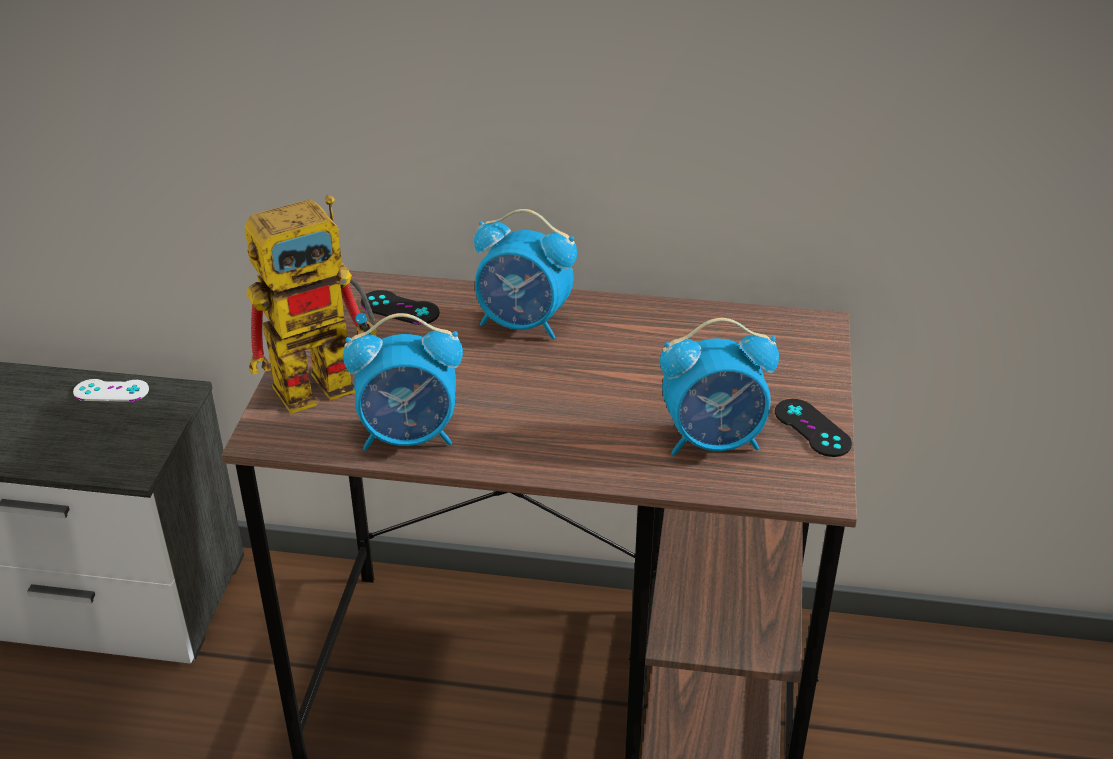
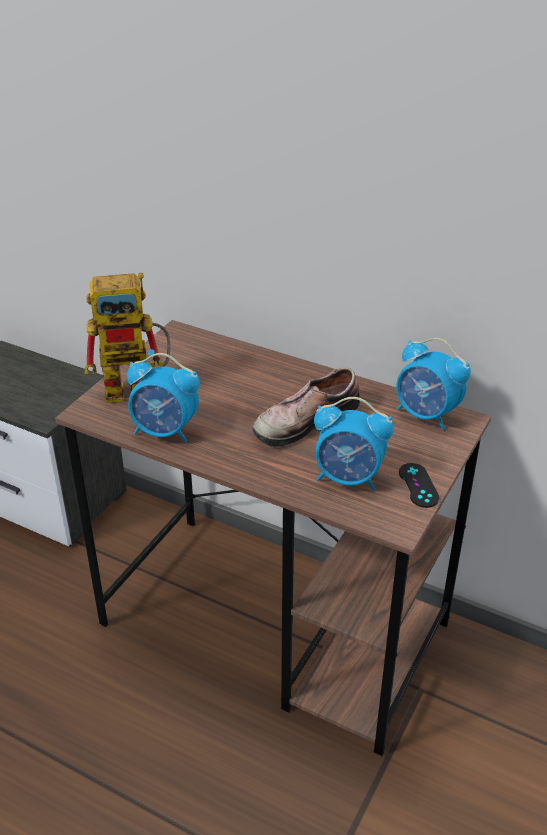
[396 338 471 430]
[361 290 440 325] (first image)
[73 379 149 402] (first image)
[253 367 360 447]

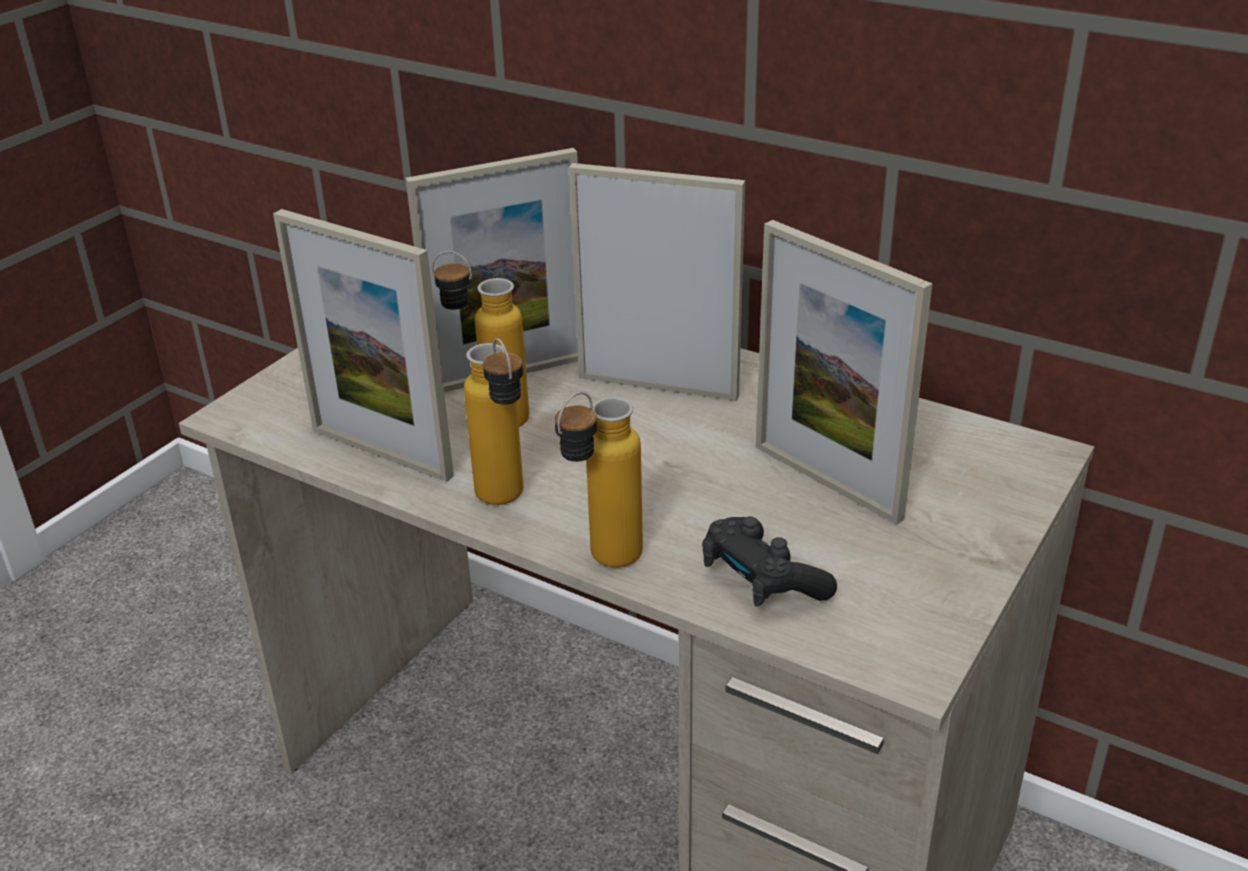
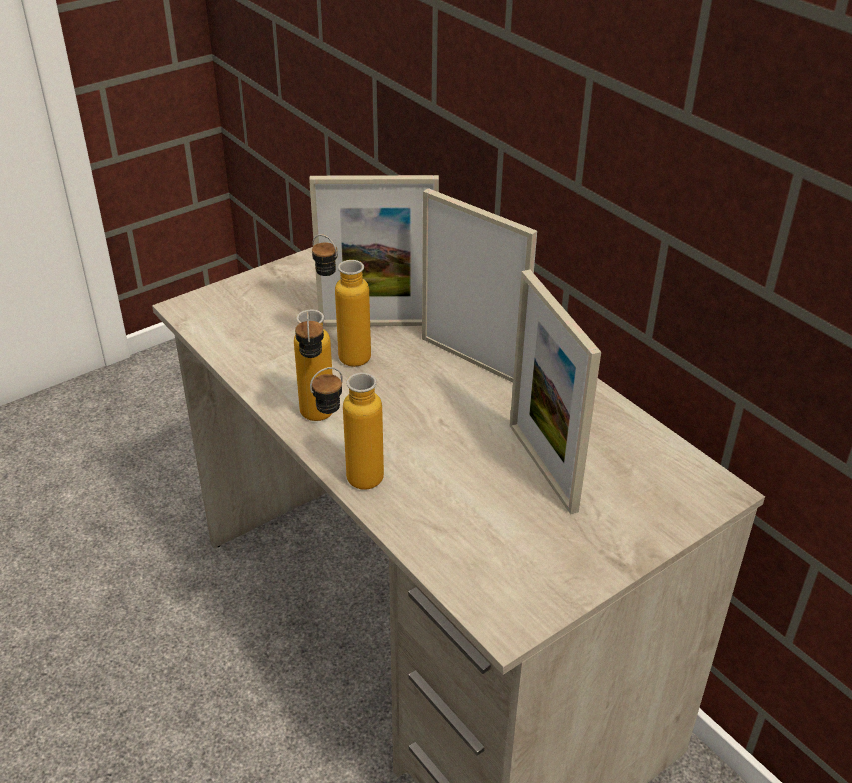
[273 209 454 482] (first image)
[702 516 837 607] (first image)

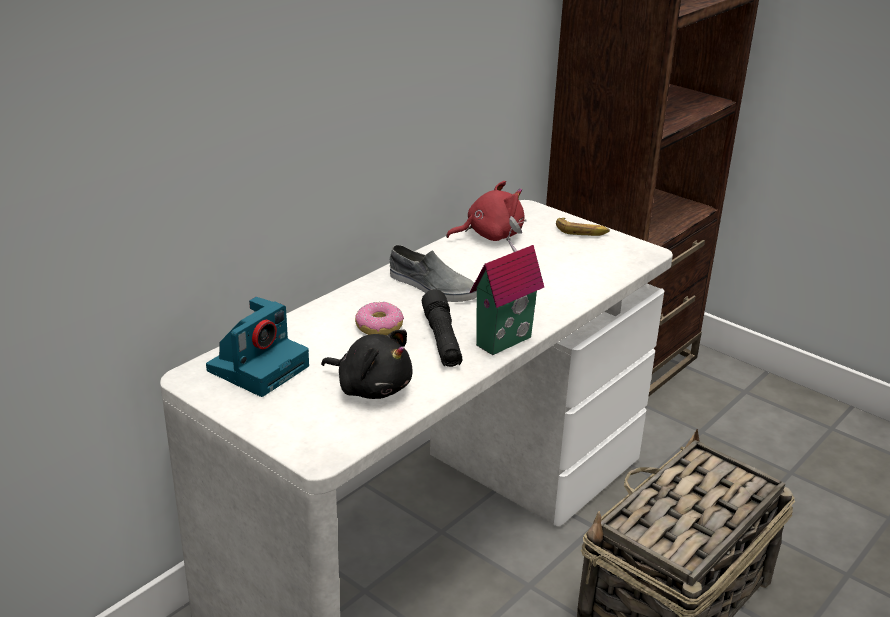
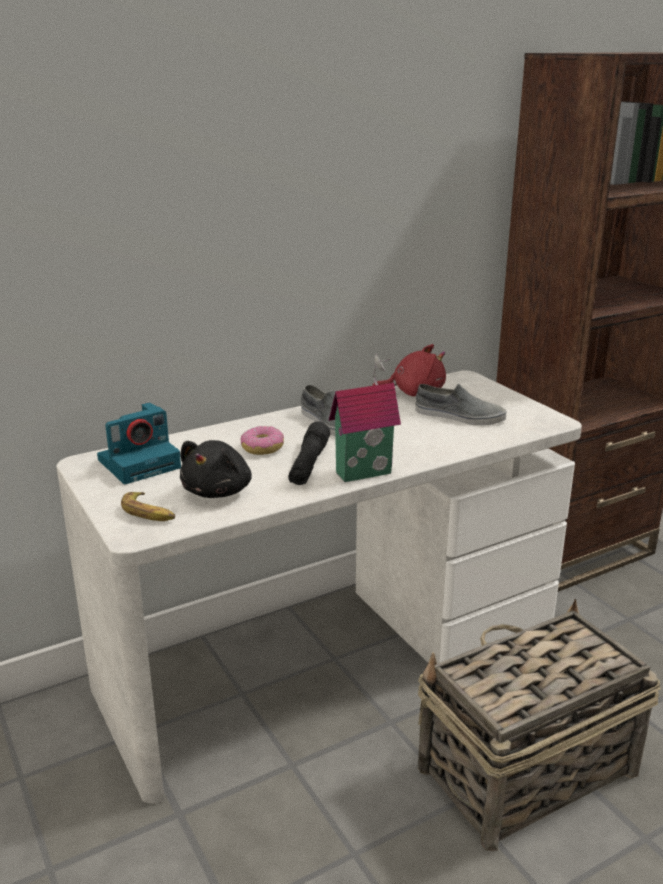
[121 492 175 521]
[180 440 252 498]
[415 384 506 425]

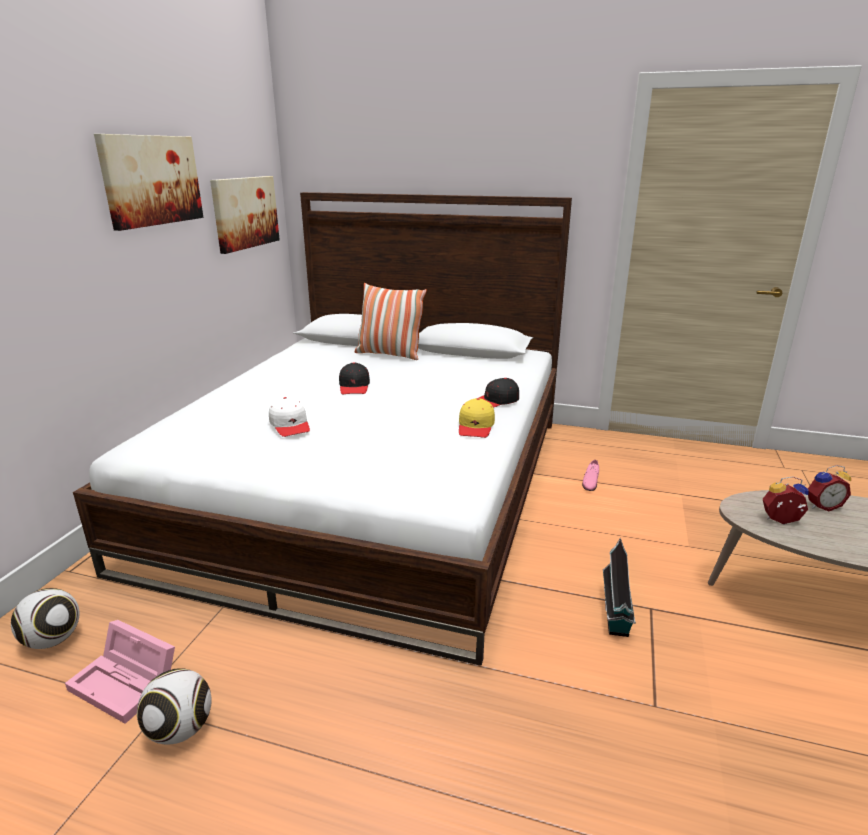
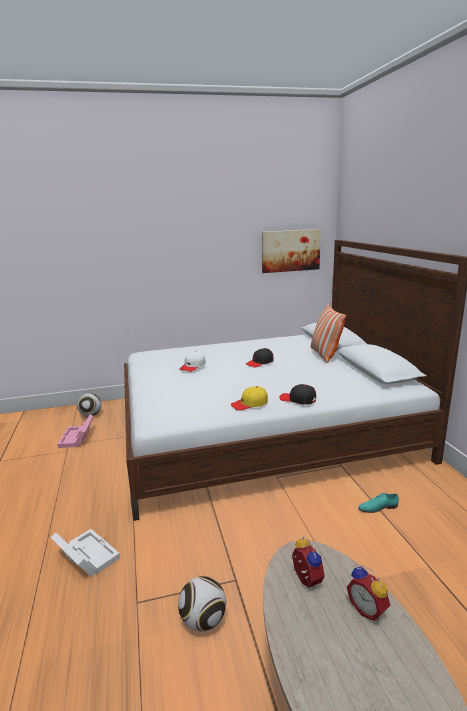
[94 134 203 231] (first image)
[358 493 399 513]
[603 538 636 637] (first image)
[178 576 226 631]
[51 529 120 577]

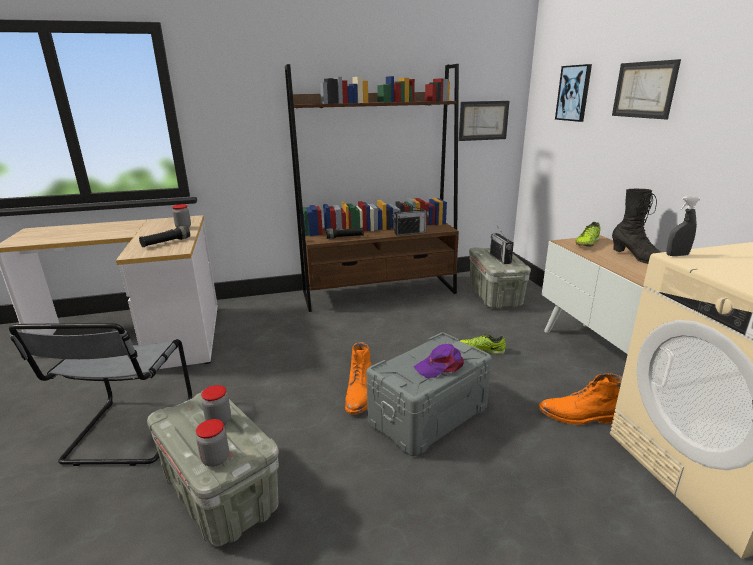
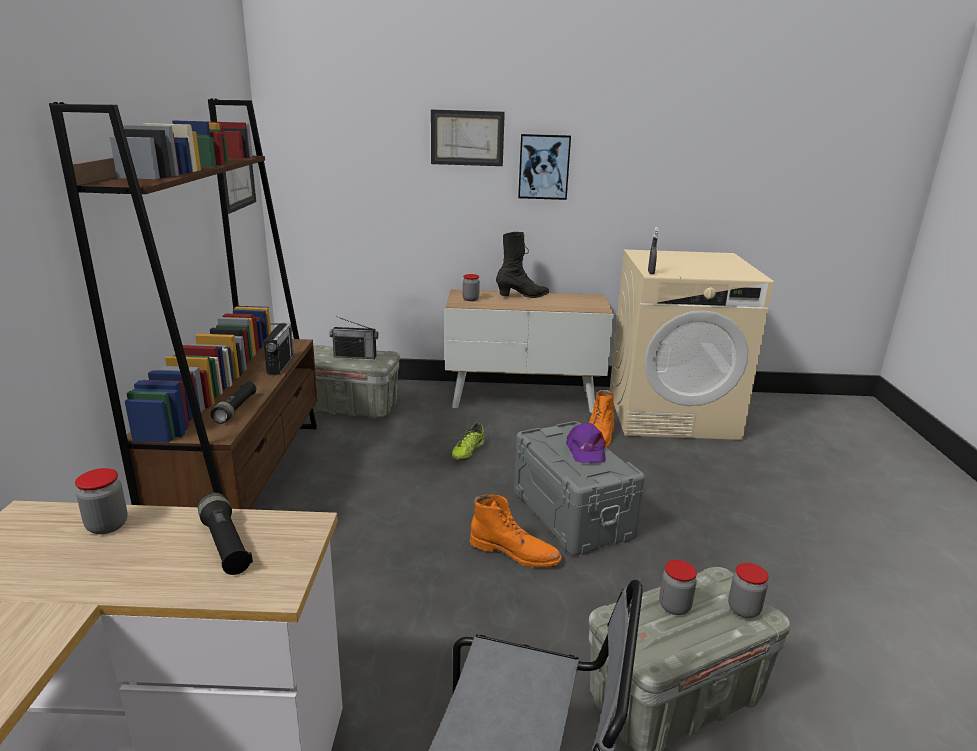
[518 134 571 200]
[462 274 480 301]

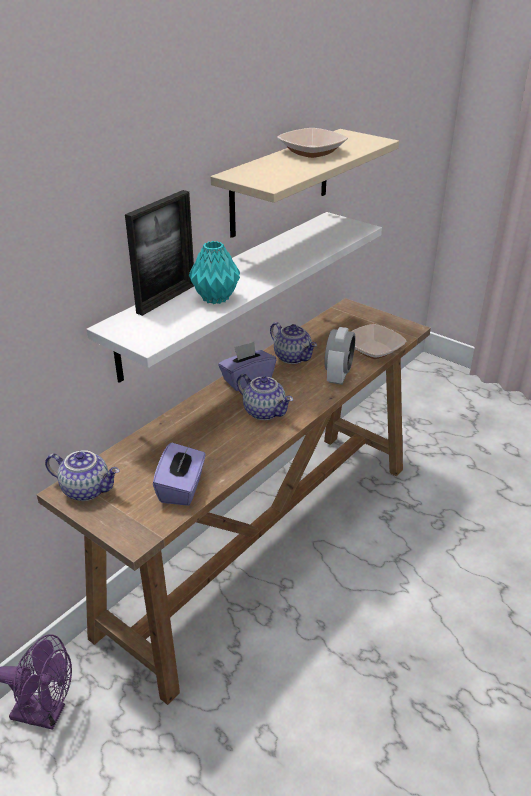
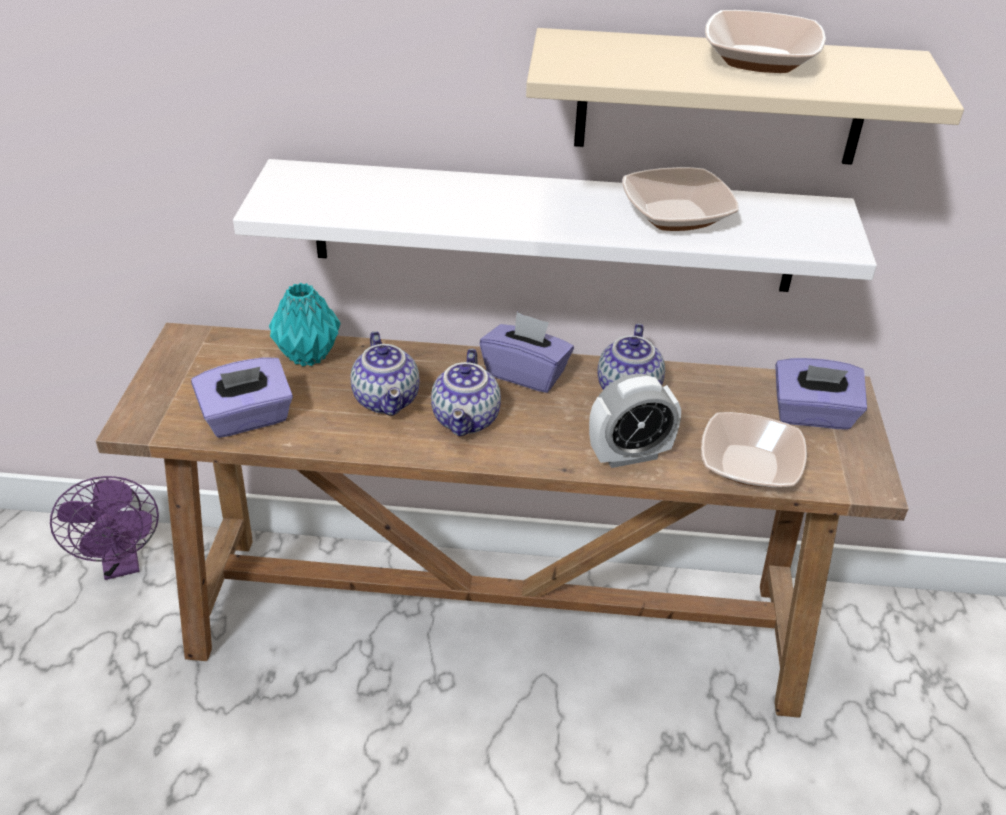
[125 190 194 316] (first image)
[269 283 341 366]
[350 331 420 416]
[622 167 739 231]
[775 358 867 429]

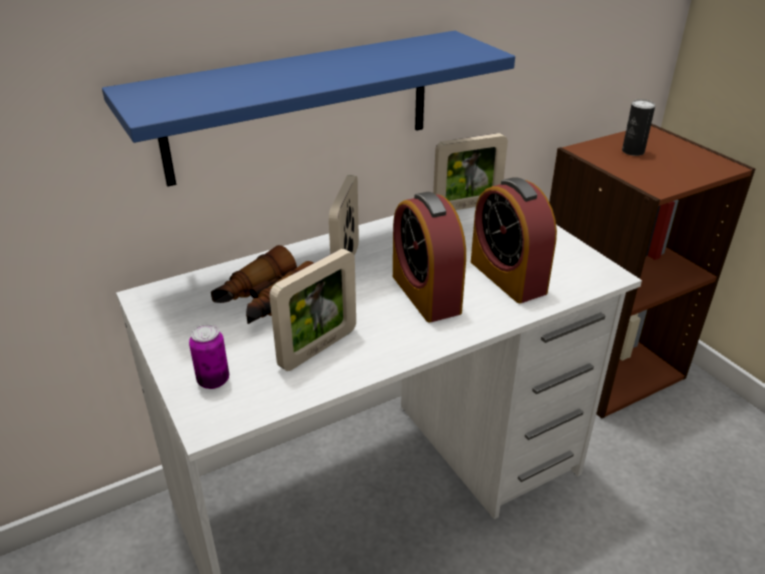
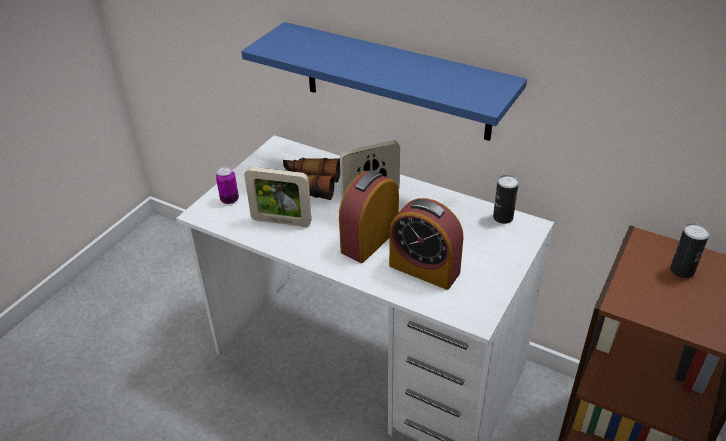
[493 175 519 224]
[389 198 463 290]

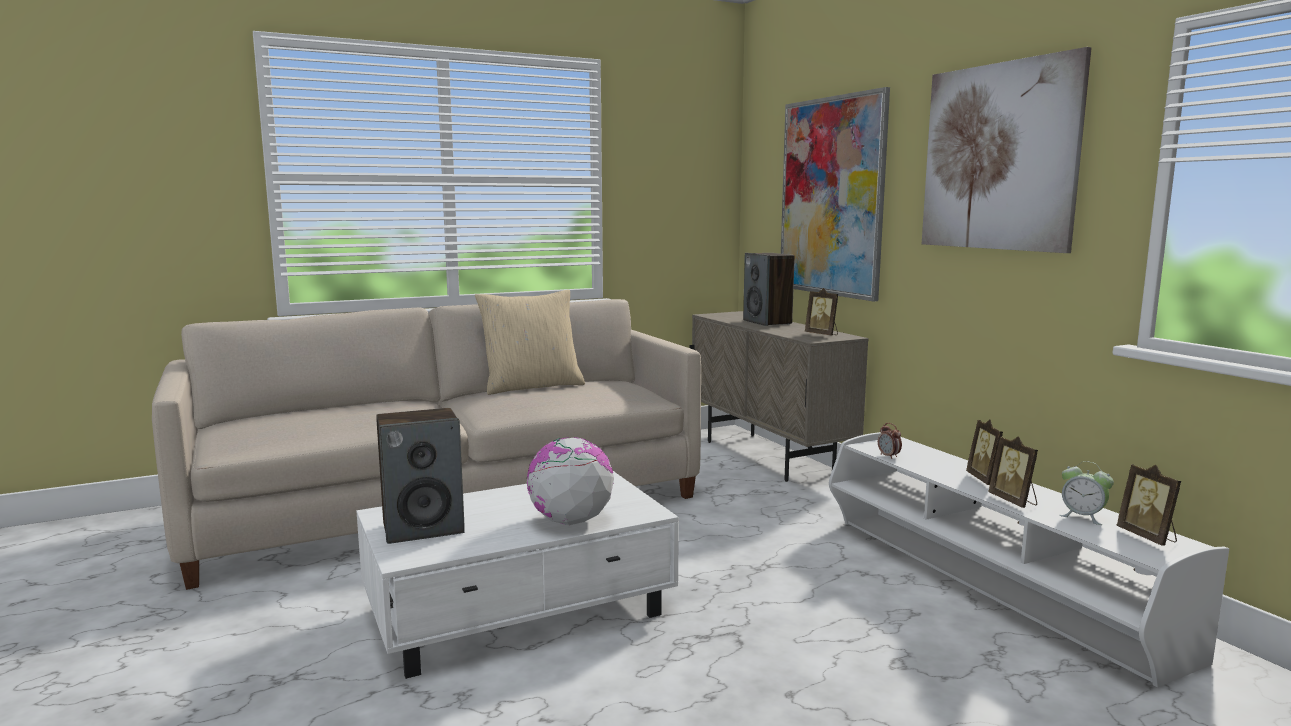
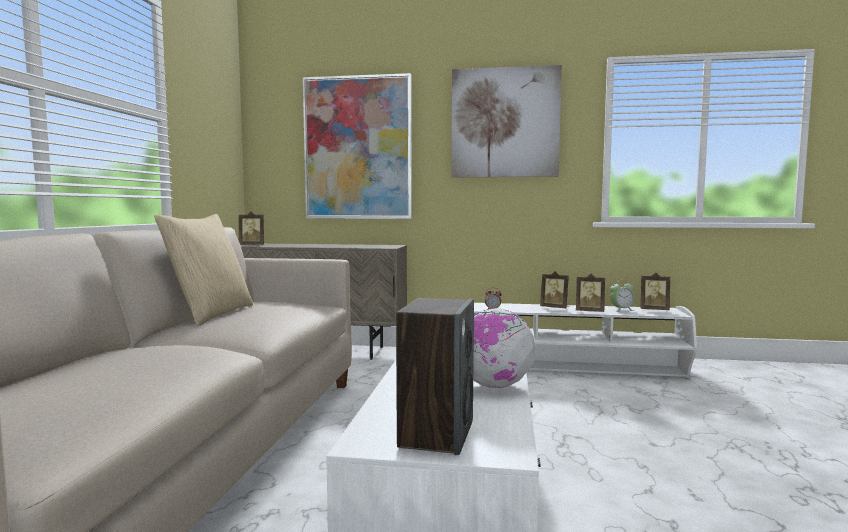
[743 253 795 326] (first image)
[239 212 264 246]

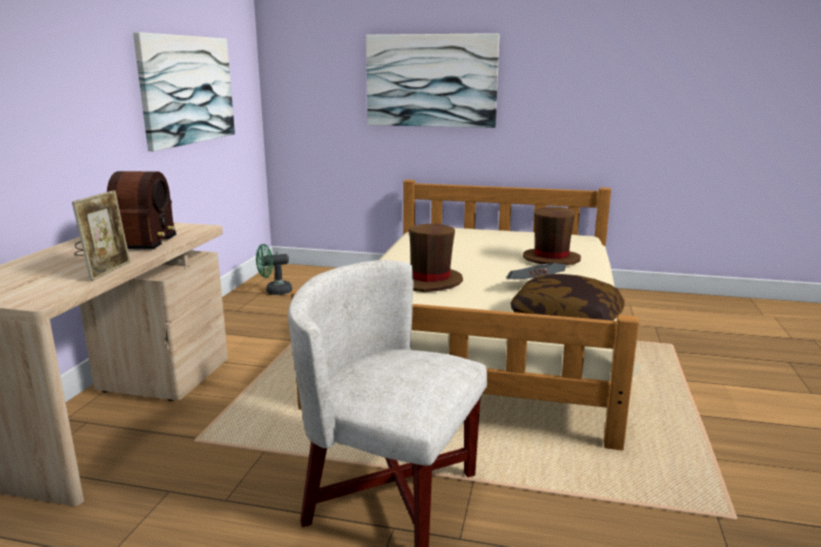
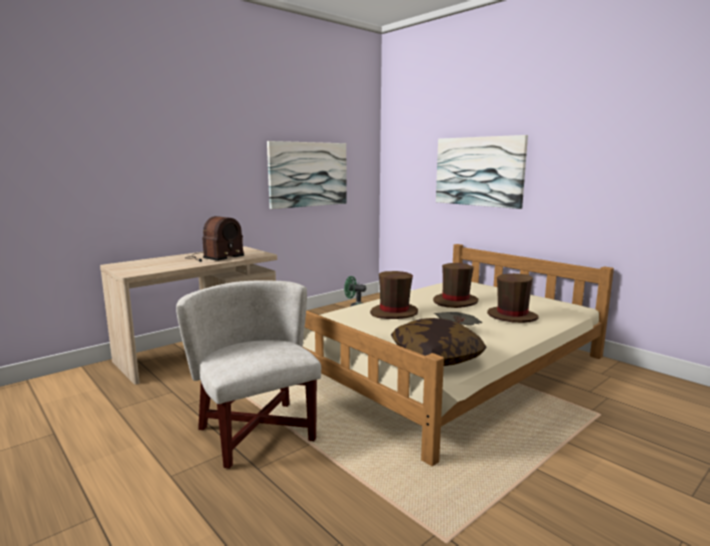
[72 190 130 281] (first image)
[433 263 478 308]

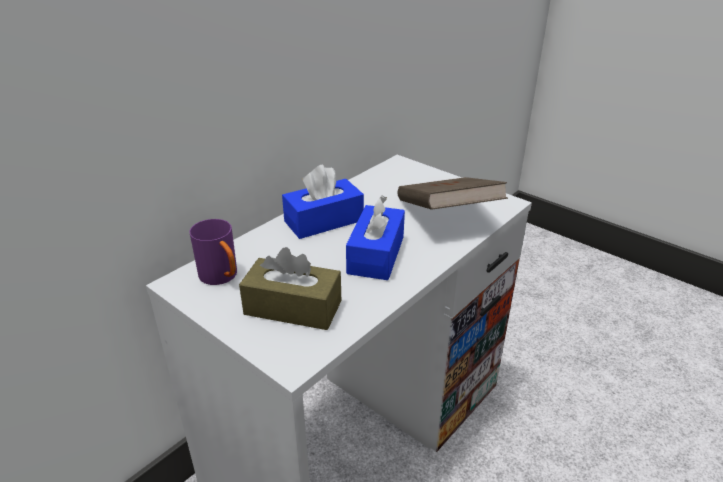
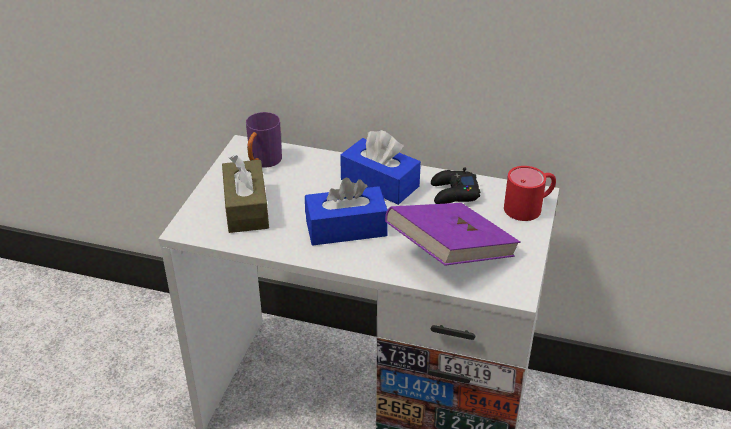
[385 203 521 266]
[504 166 556 221]
[431 167 480 204]

